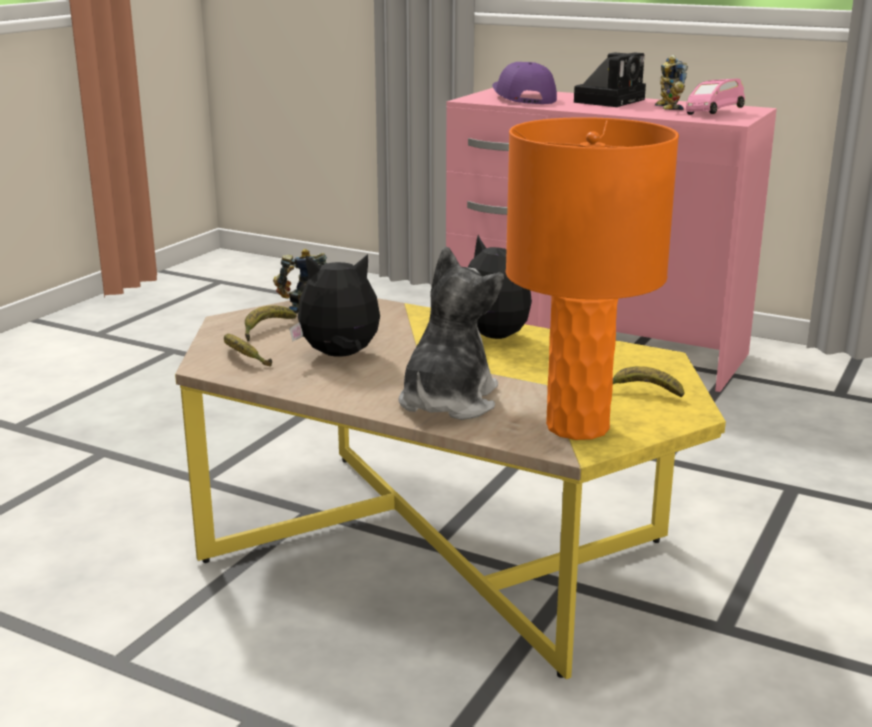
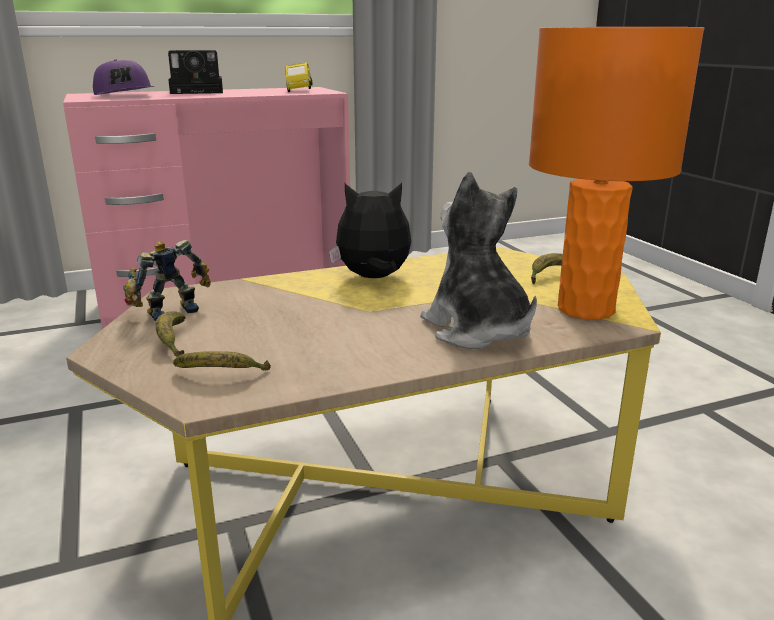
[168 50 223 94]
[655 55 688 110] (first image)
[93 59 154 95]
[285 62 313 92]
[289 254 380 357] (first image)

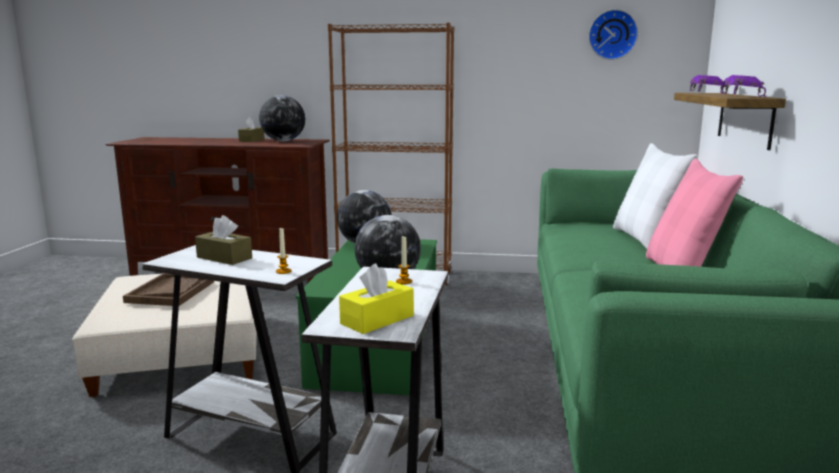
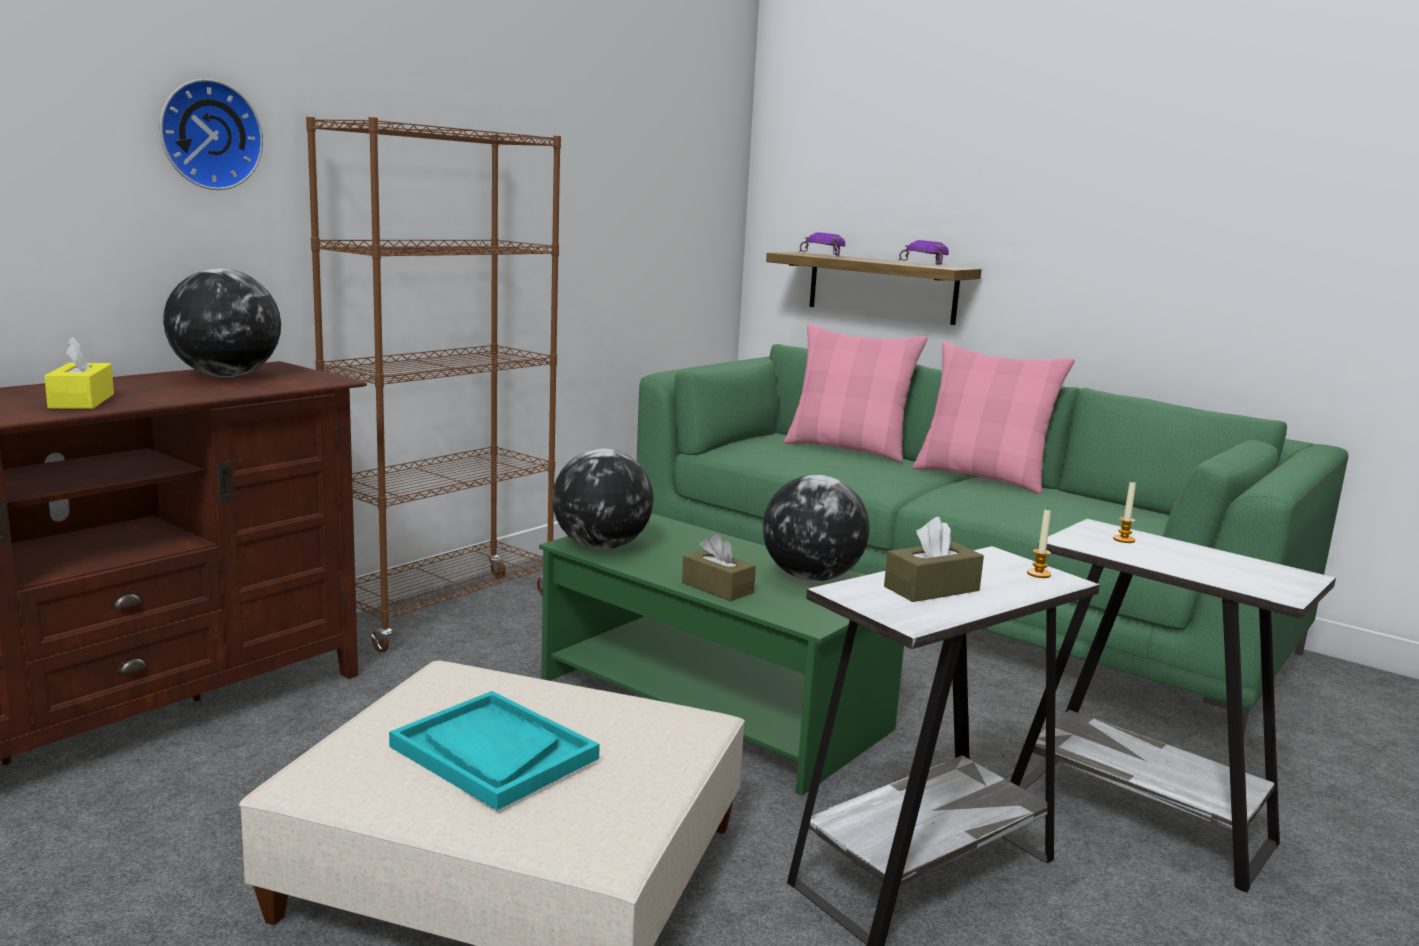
[160 79 263 190]
[682 534 756 601]
[784 324 928 462]
[44 337 114 409]
[389 691 600 810]

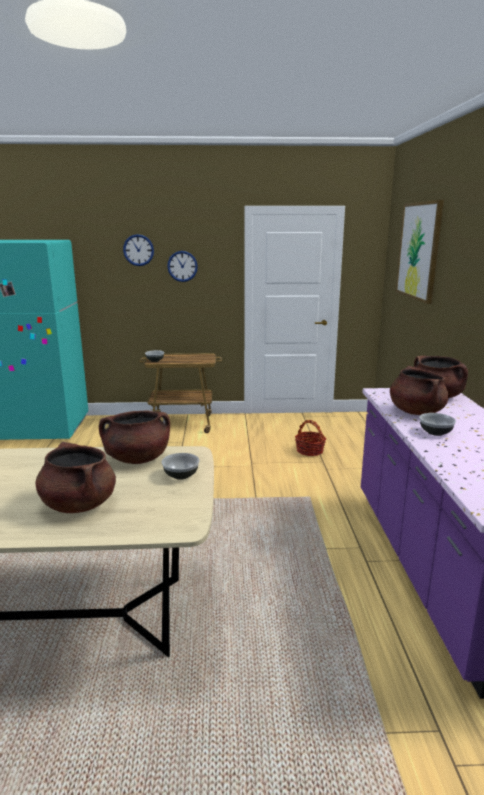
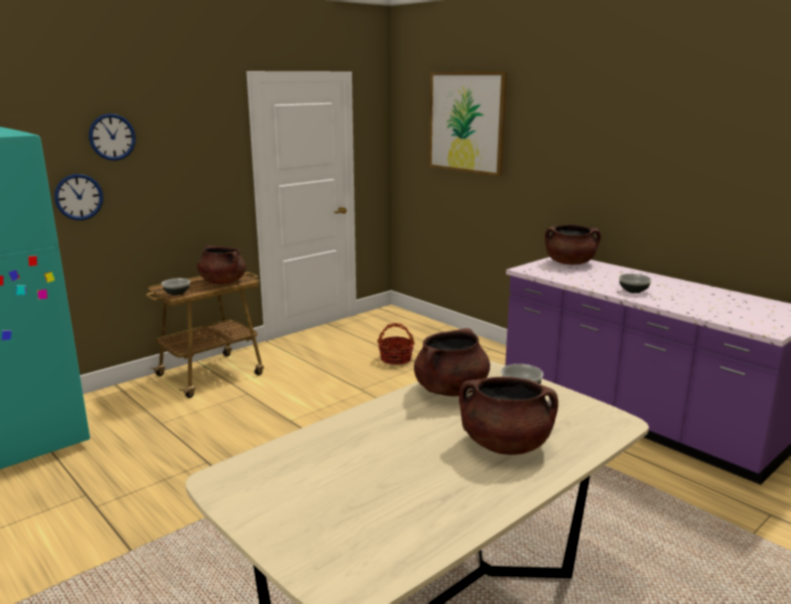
[54 174 103 220]
[197 245 246 284]

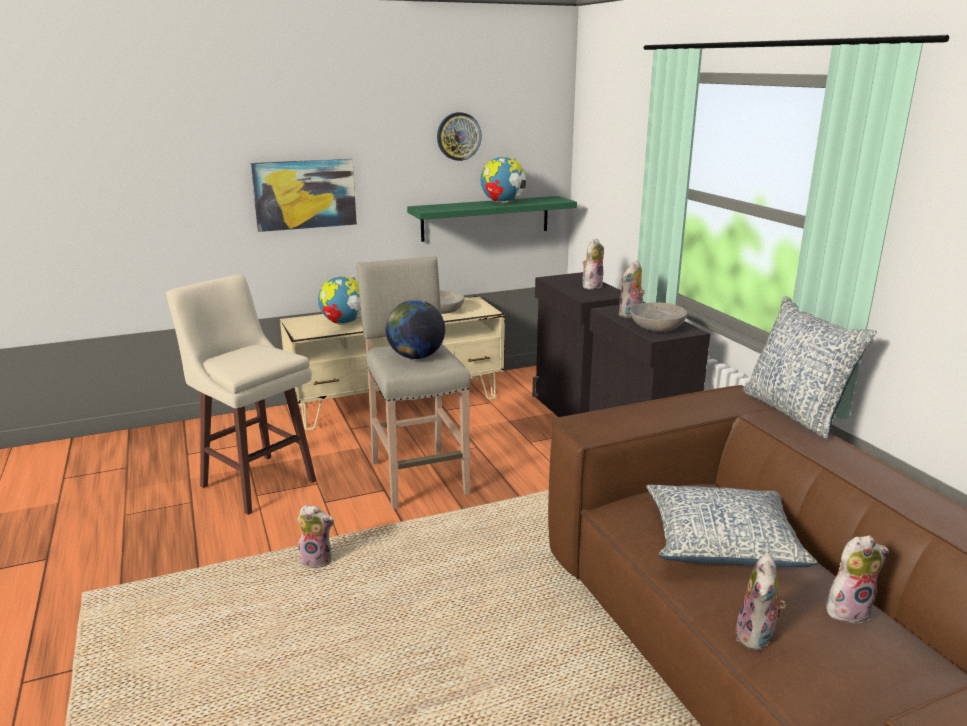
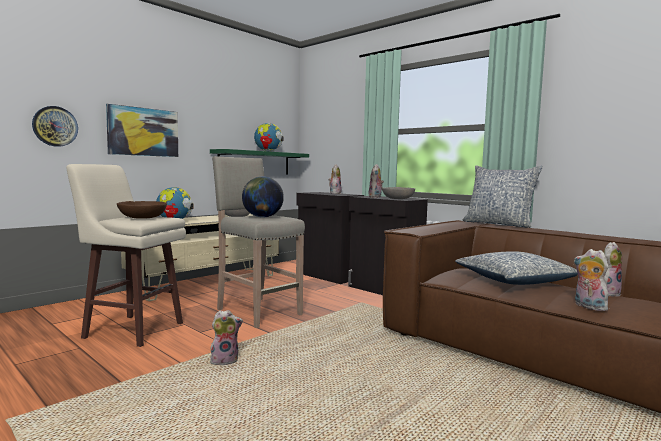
[32 106 78 147]
[574 249 609 311]
[117 201 167 219]

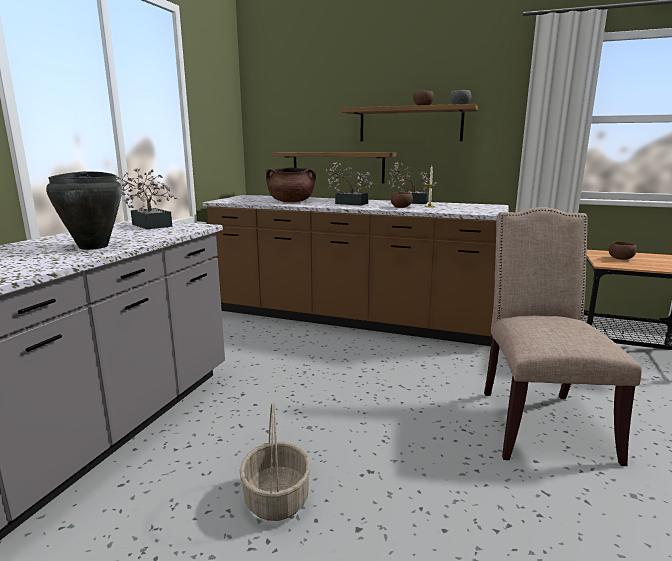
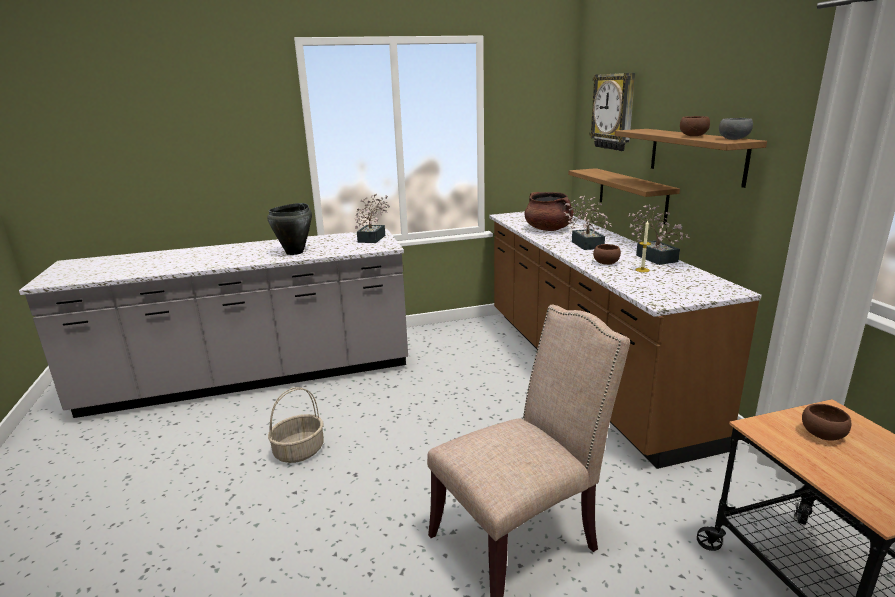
[589 73 635 151]

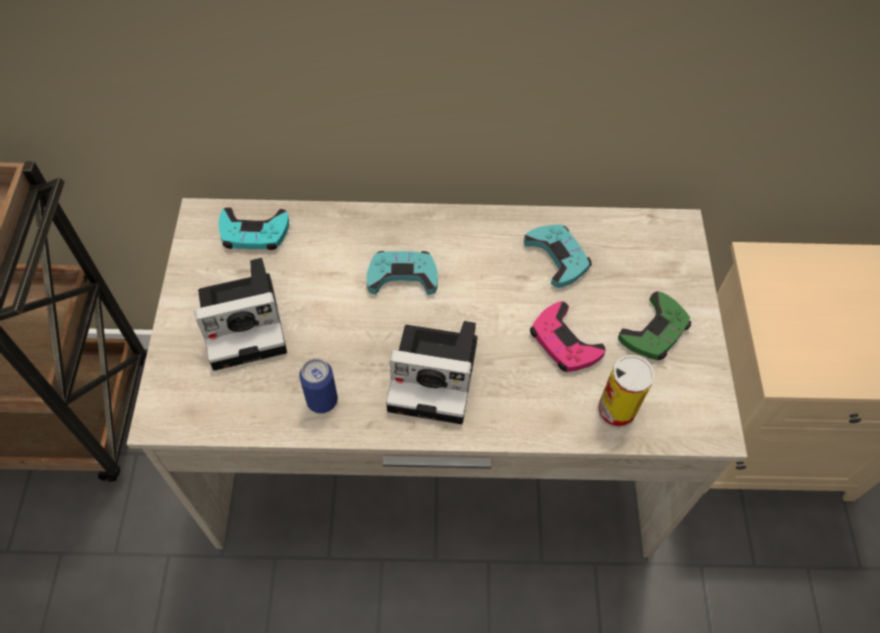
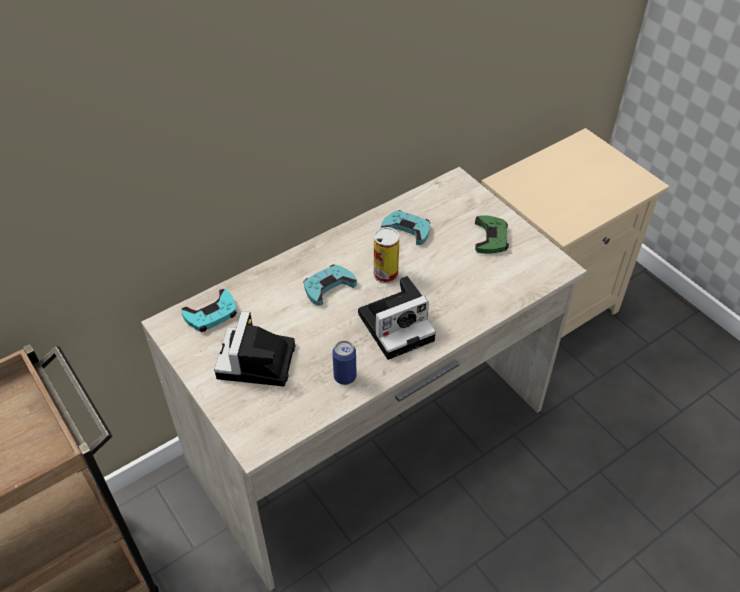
[214 311 296 386]
[530 301 606 372] (first image)
[374 227 400 283]

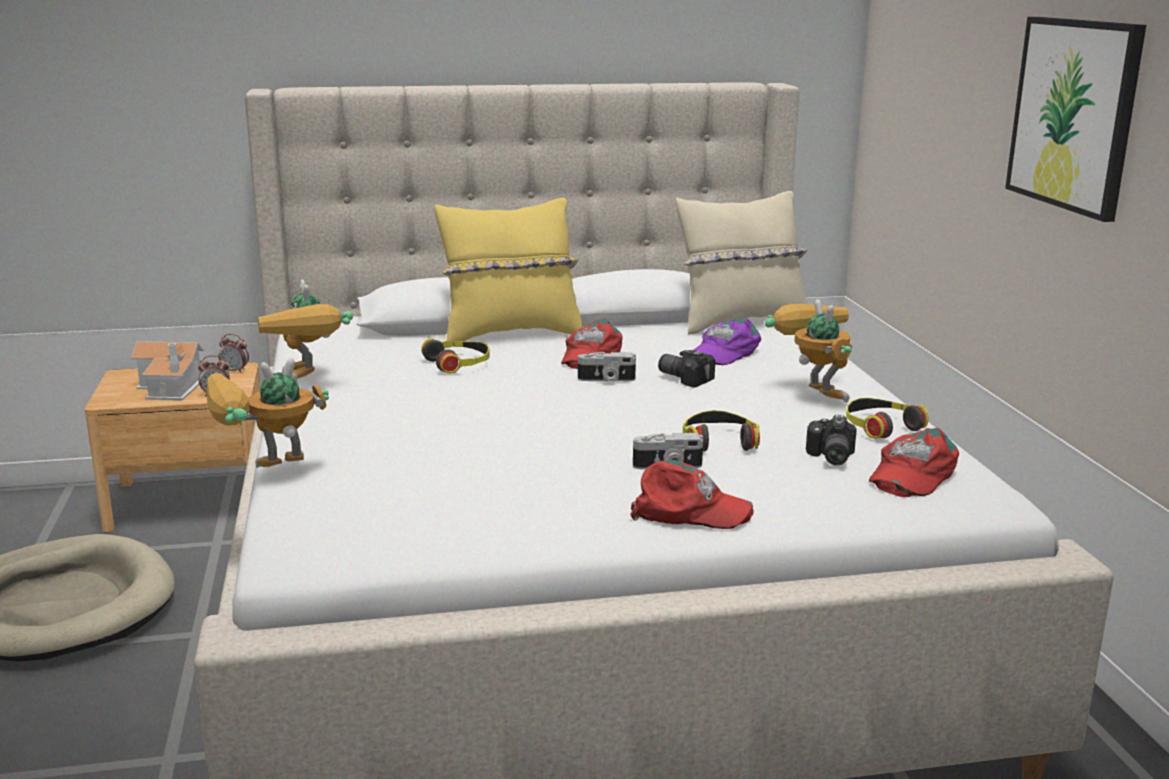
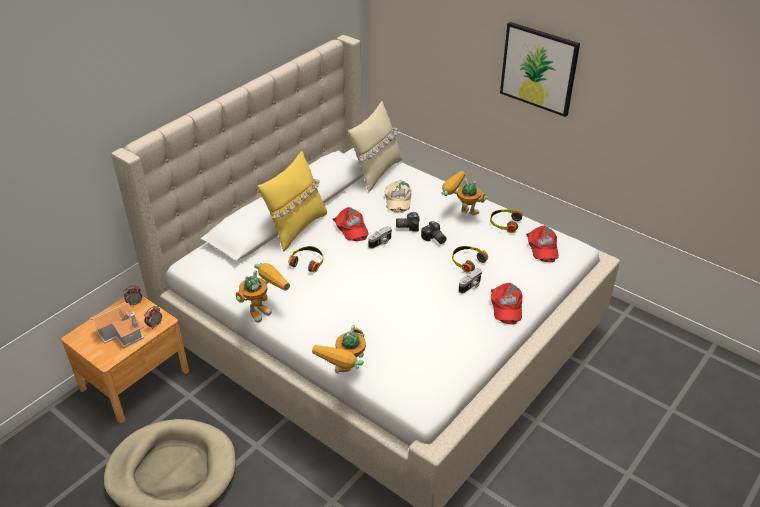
[236 263 290 323]
[385 180 411 213]
[421 221 447 244]
[491 283 523 324]

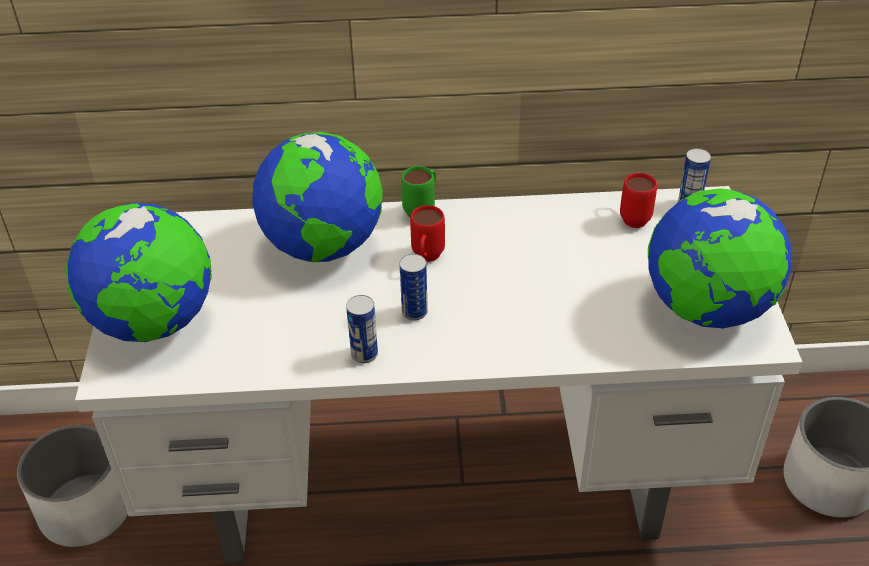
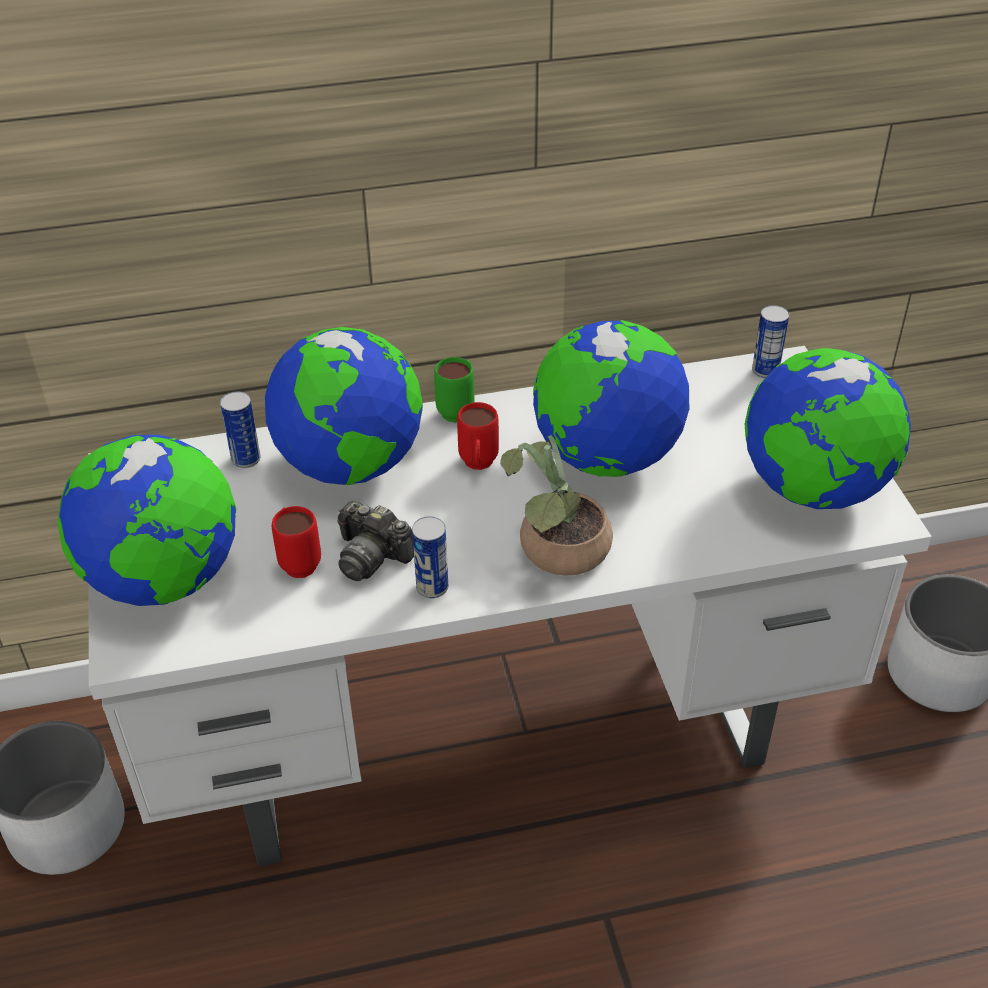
[272 506 321 578]
[220 391 261 468]
[533 320 689 477]
[500 435 613 576]
[338 501 414 581]

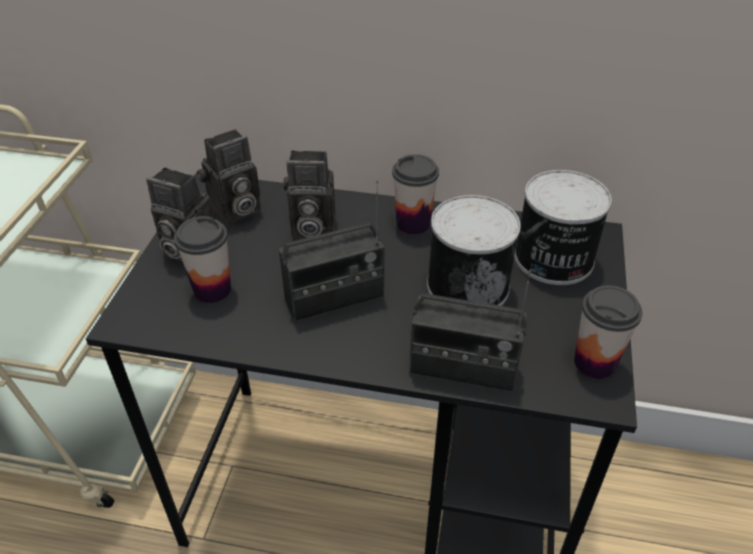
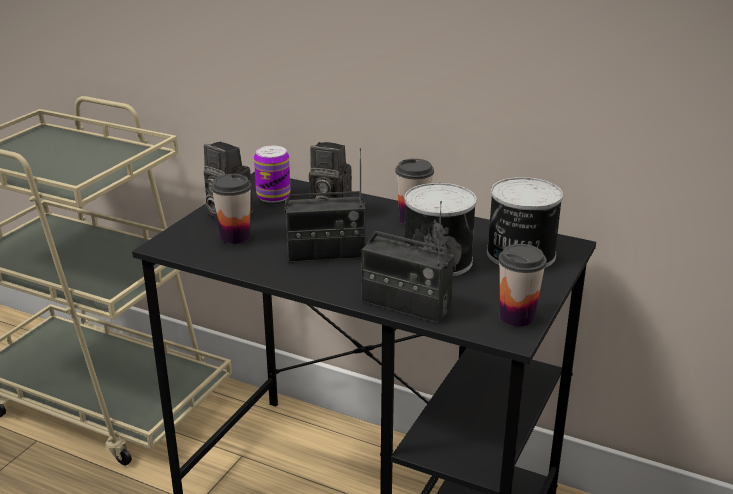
[254 146 291 203]

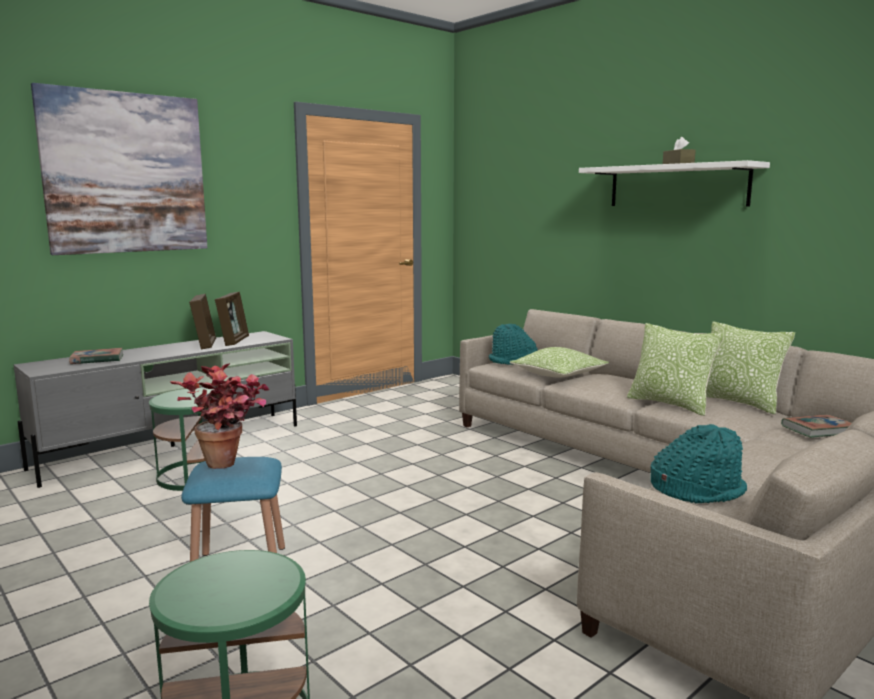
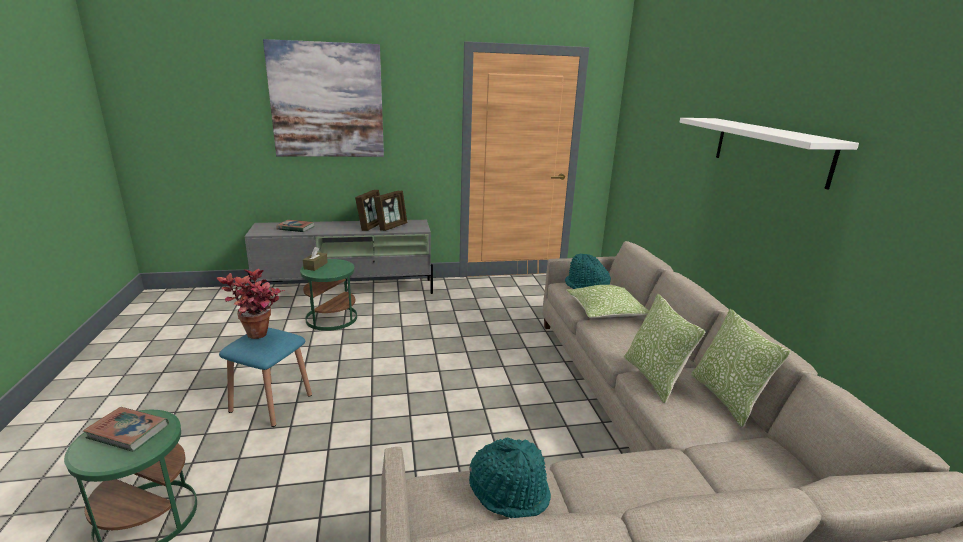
[303 247 328 271]
[83 407 169 452]

